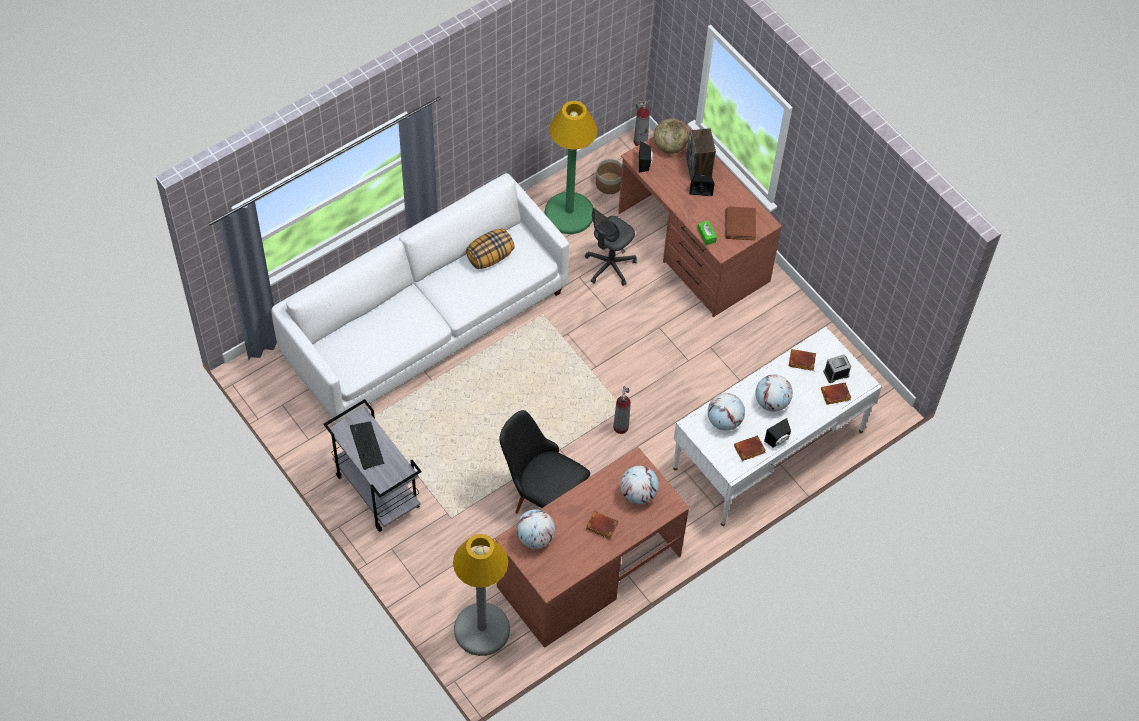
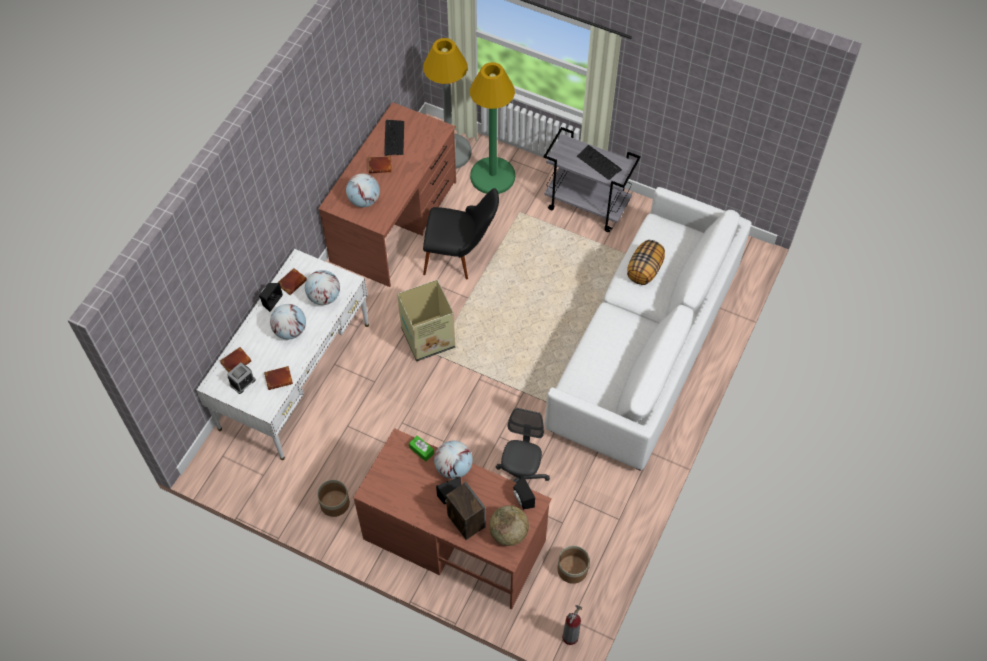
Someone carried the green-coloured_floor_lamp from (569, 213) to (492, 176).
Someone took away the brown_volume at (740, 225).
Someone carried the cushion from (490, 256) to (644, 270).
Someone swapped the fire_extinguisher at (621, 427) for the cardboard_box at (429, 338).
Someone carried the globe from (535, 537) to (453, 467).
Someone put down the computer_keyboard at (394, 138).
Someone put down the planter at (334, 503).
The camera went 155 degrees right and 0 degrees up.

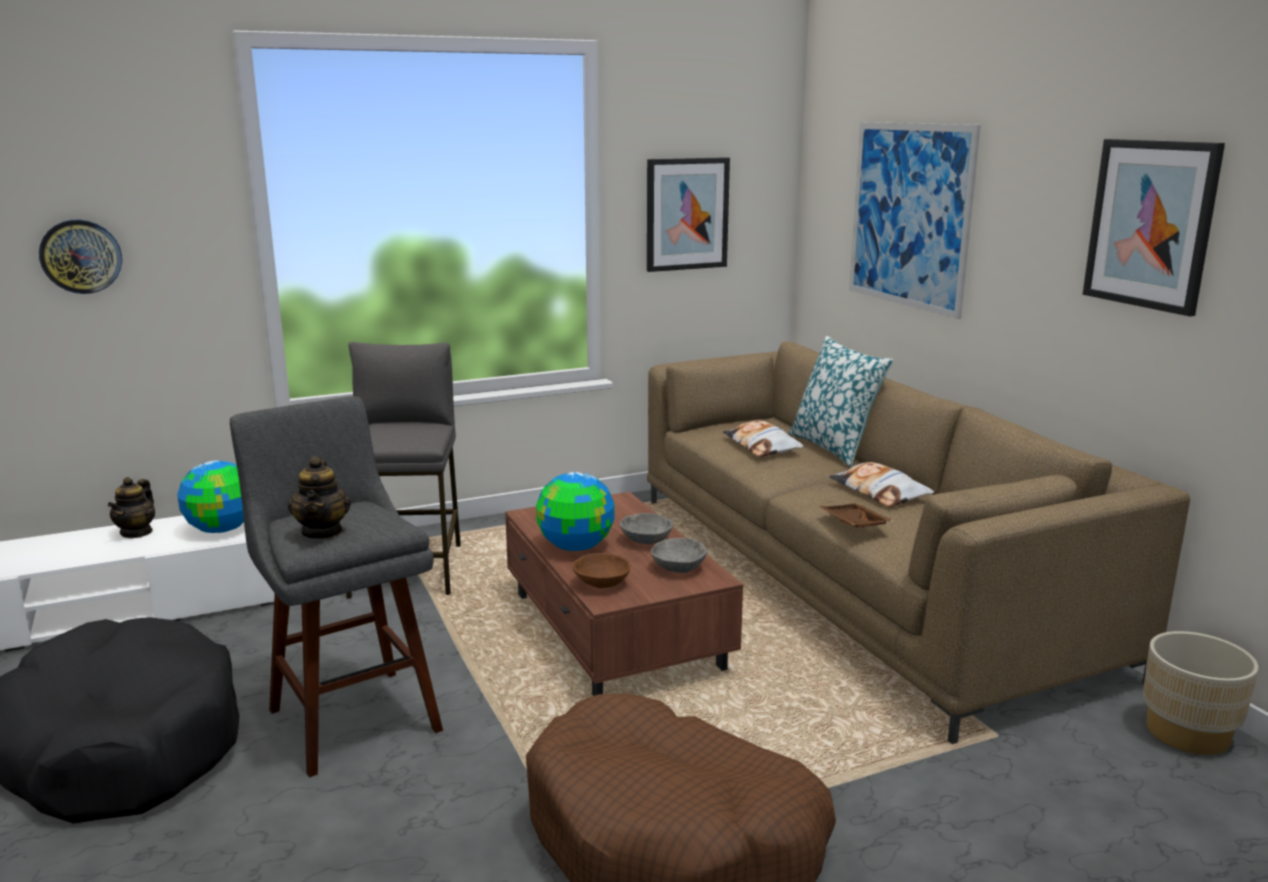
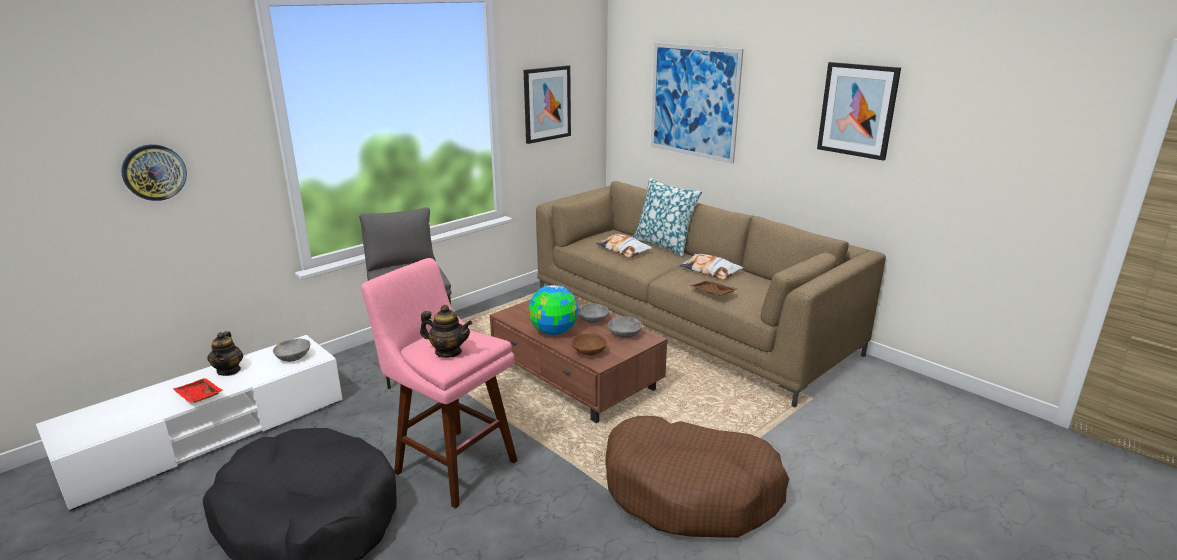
Someone repainted the greyish_stool_seat at (351, 715), which became the pinkish_stool_seat at (452, 464).
Someone rotated the teapot at (323, 532) by 45 degrees counterclockwise.
Someone swapped the globe at (222, 529) for the greyish_bowl at (294, 357).
Someone took away the beige-coloured_planter at (1188, 733).
Someone put down the reddish_tray at (198, 397).
The camera went 20 degrees left and 5 degrees up.

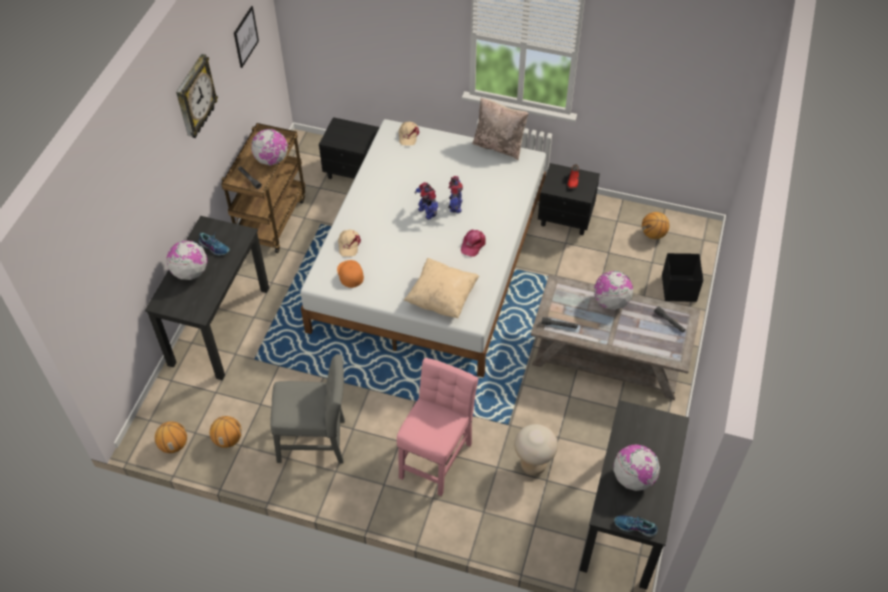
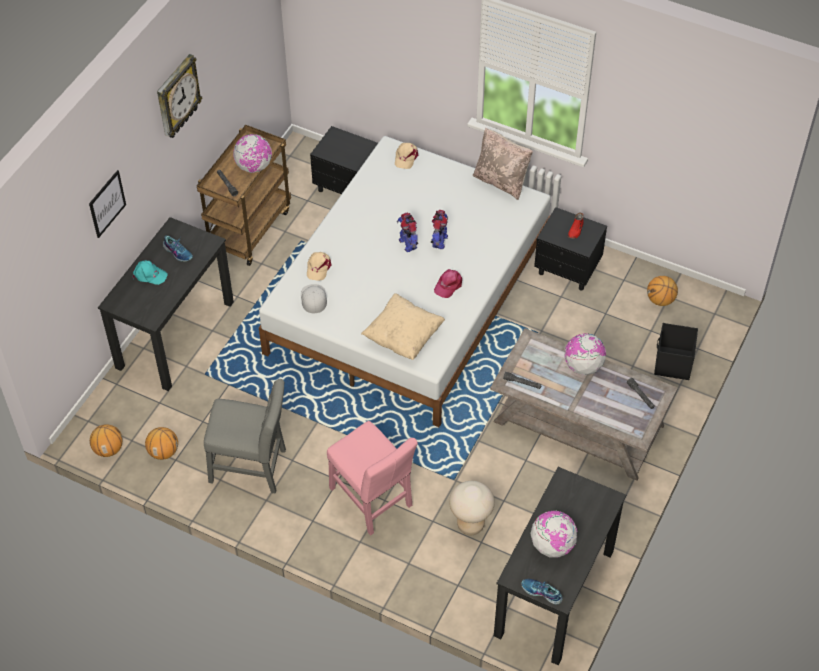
Someone carried the wall_art from (245, 37) to (107, 203).
Someone swapped the globe at (190, 272) for the blue-green_cap at (149, 275).
Someone repainted the orangey_cap at (350, 273), which became the white_cap at (313, 298).
Someone rotated the pinkish_plain_chair at (436, 456) by 105 degrees clockwise.
The camera went 10 degrees right and 0 degrees up.

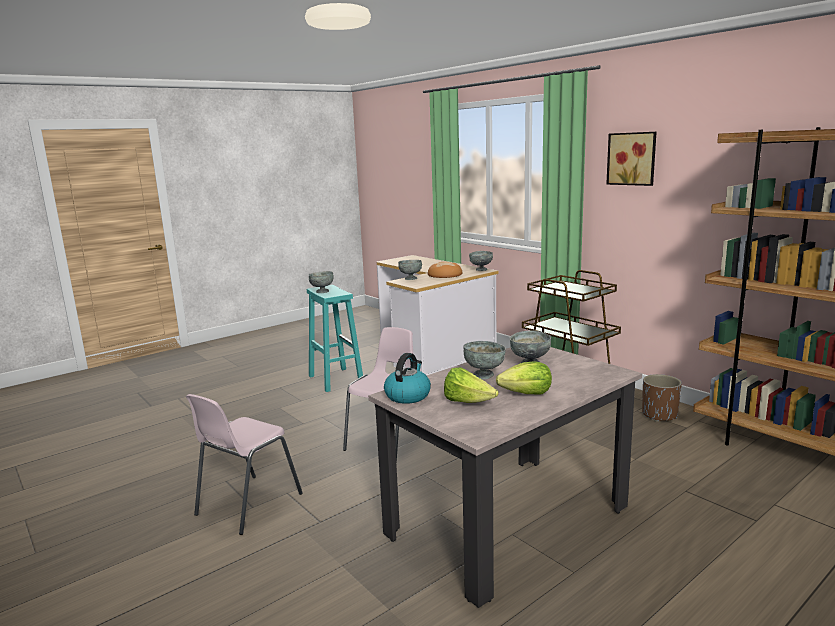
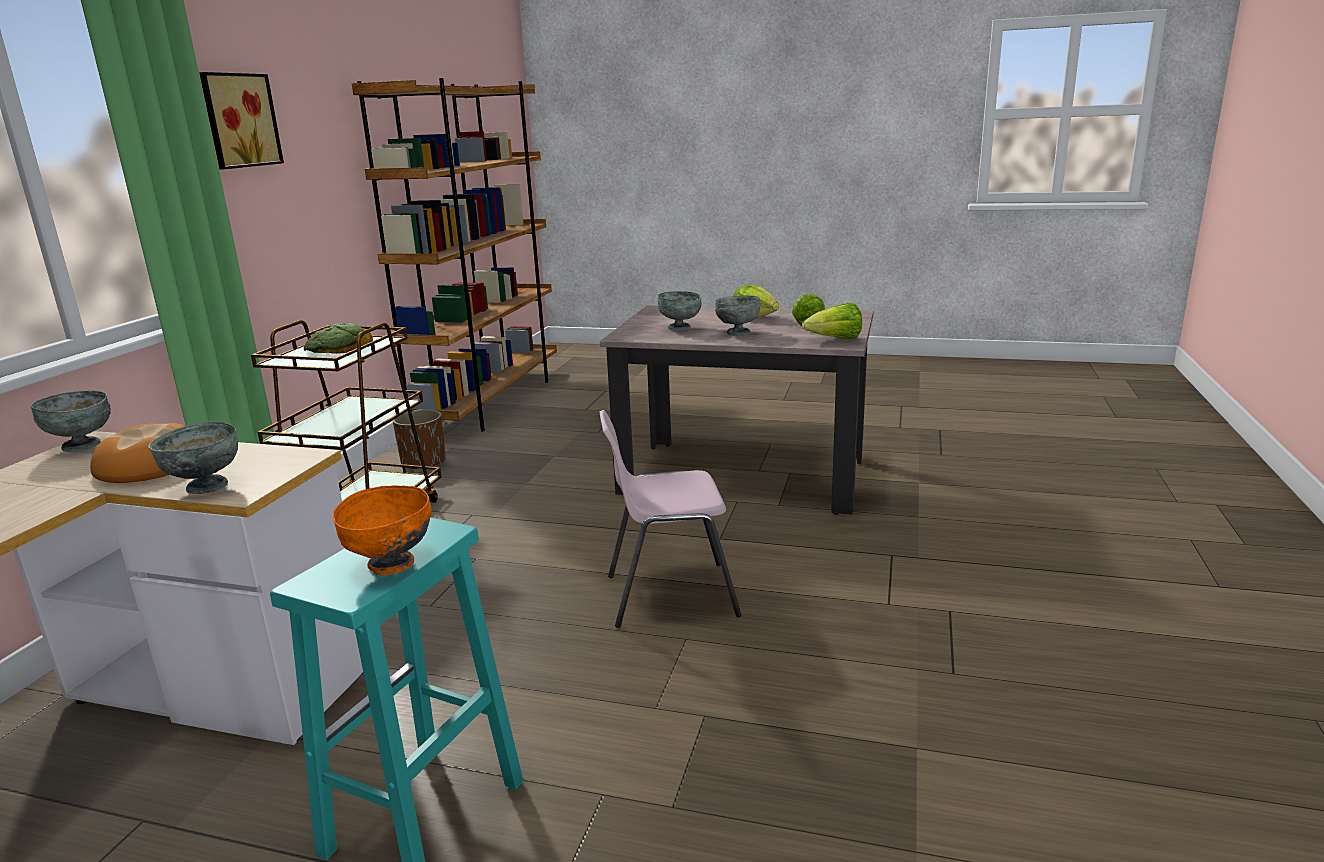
Someone repainted the greyish_bowl at (322, 291), which became the orangey_bowl at (391, 565).
Someone swapped the tea_kettle at (408, 395) for the lettuce_head at (835, 340).
Someone took away the pinkish_plain_chair at (247, 504).
Someone put down the bread at (338, 348).
The camera went 125 degrees left and 5 degrees up.

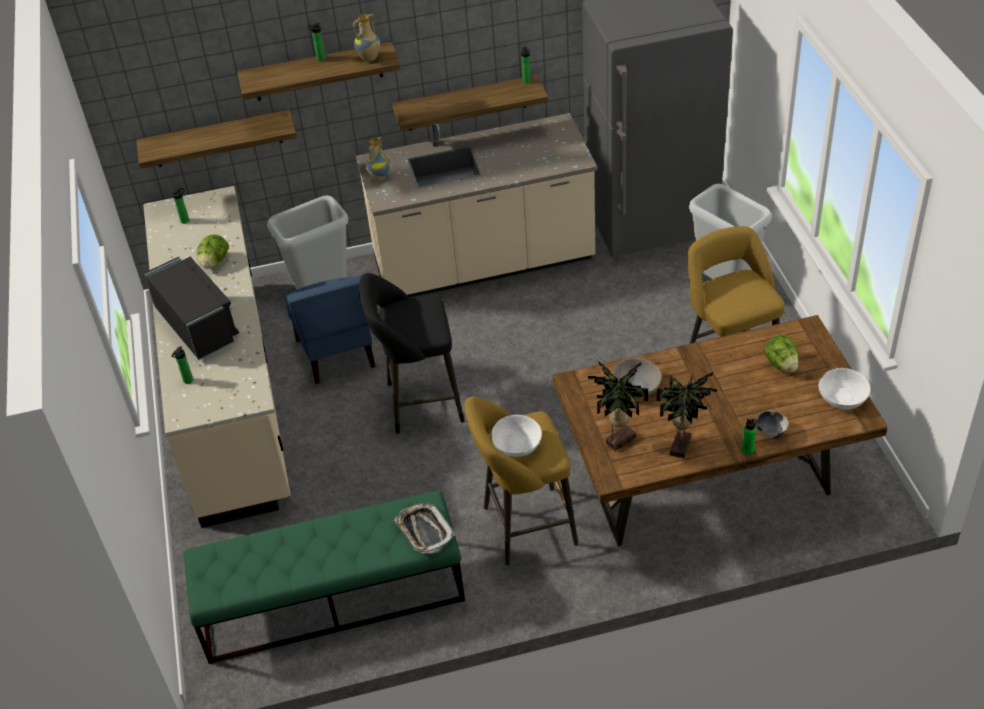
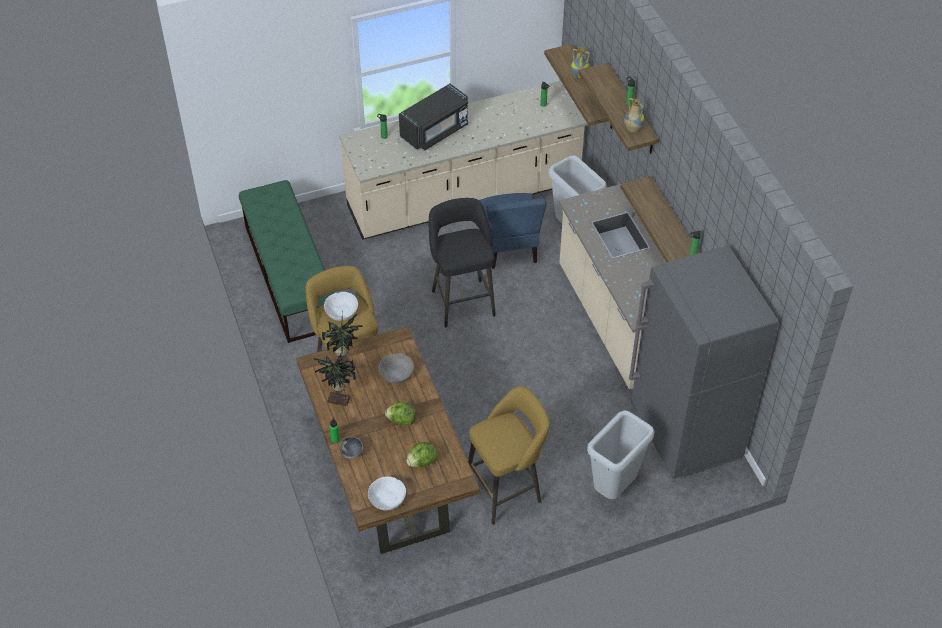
Someone carried the vase from (379, 177) to (579, 76).
Someone carried the lettuce_head from (214, 262) to (401, 420).
Someone rotated the blue-coloured_plain_chair at (337, 353) by 75 degrees counterclockwise.
Someone took away the tray at (424, 531).
The camera went 80 degrees right and 5 degrees up.

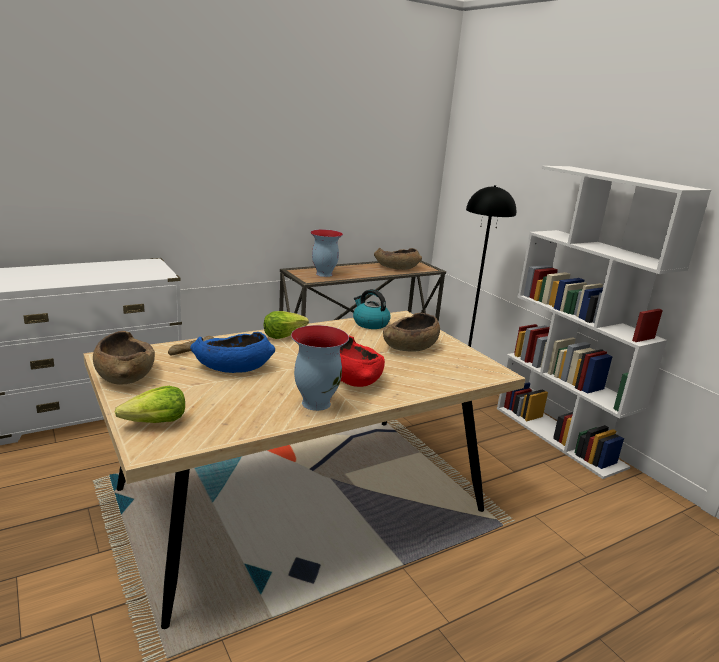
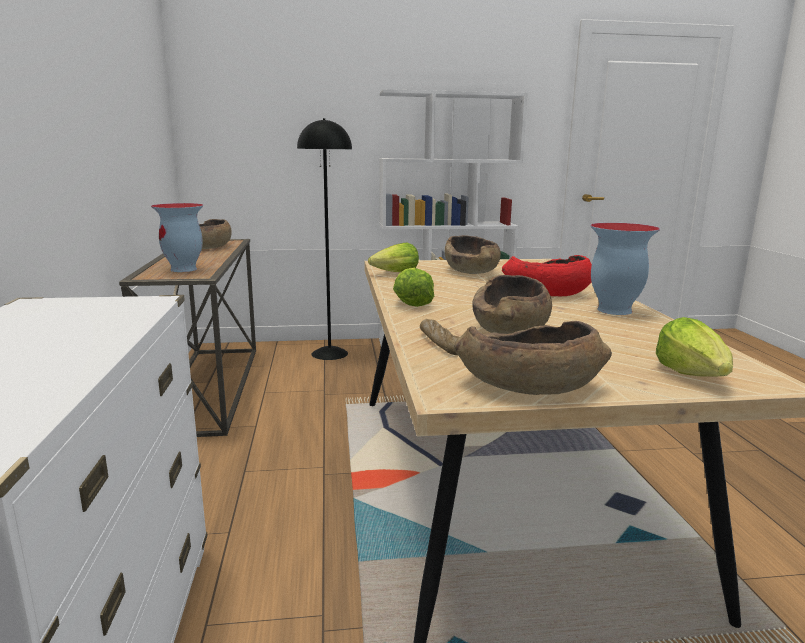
Someone swapped the tea_kettle at (370, 323) for the lettuce_head at (396, 273).
Someone repainted the blue-coloured_bowl at (232, 367), which became the brown_bowl at (511, 330).
The camera went 65 degrees left and 5 degrees down.

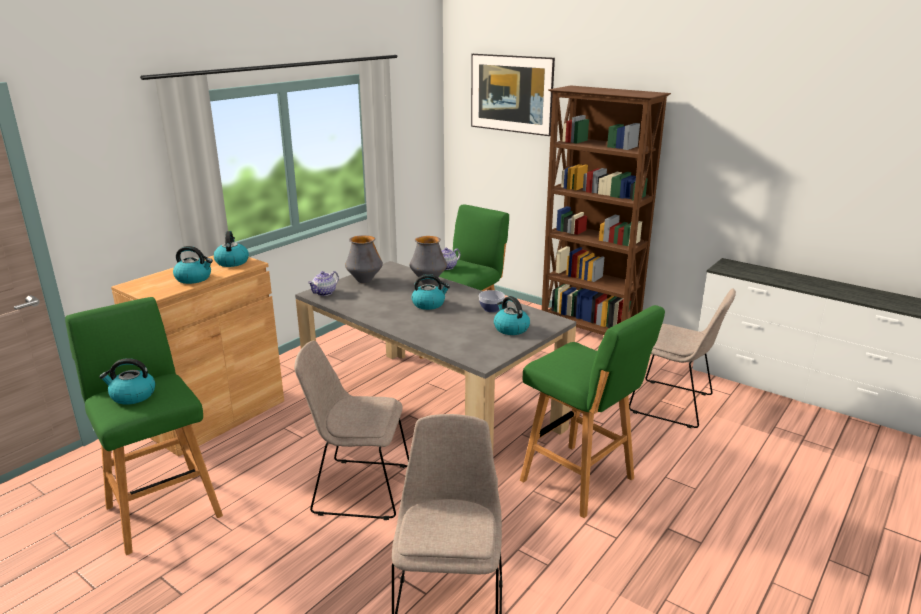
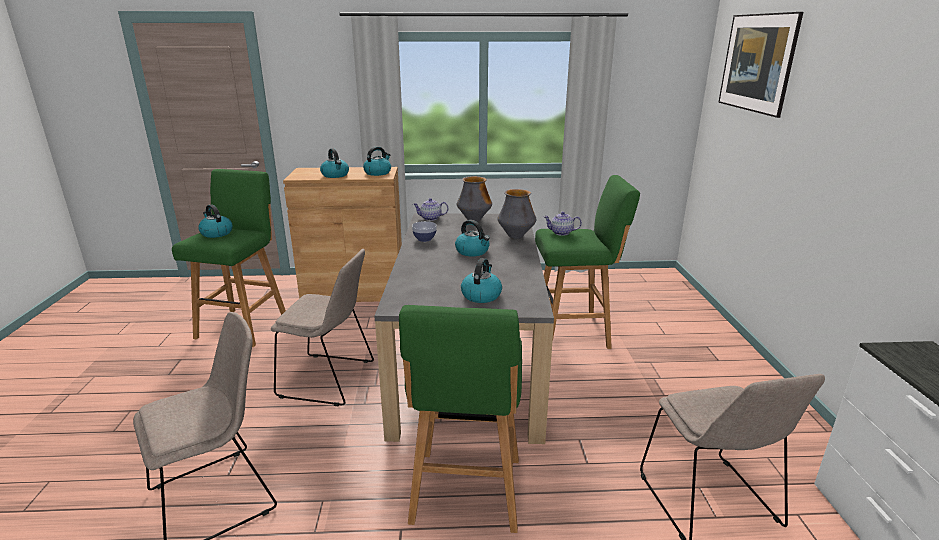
Someone took away the brown_shelving_unit at (589, 330).
Someone carried the bowl from (491, 309) to (424, 239).
Someone rotated the beige-coloured_plain_chair at (358, 488) by 135 degrees clockwise.
The camera went 50 degrees right and 0 degrees up.

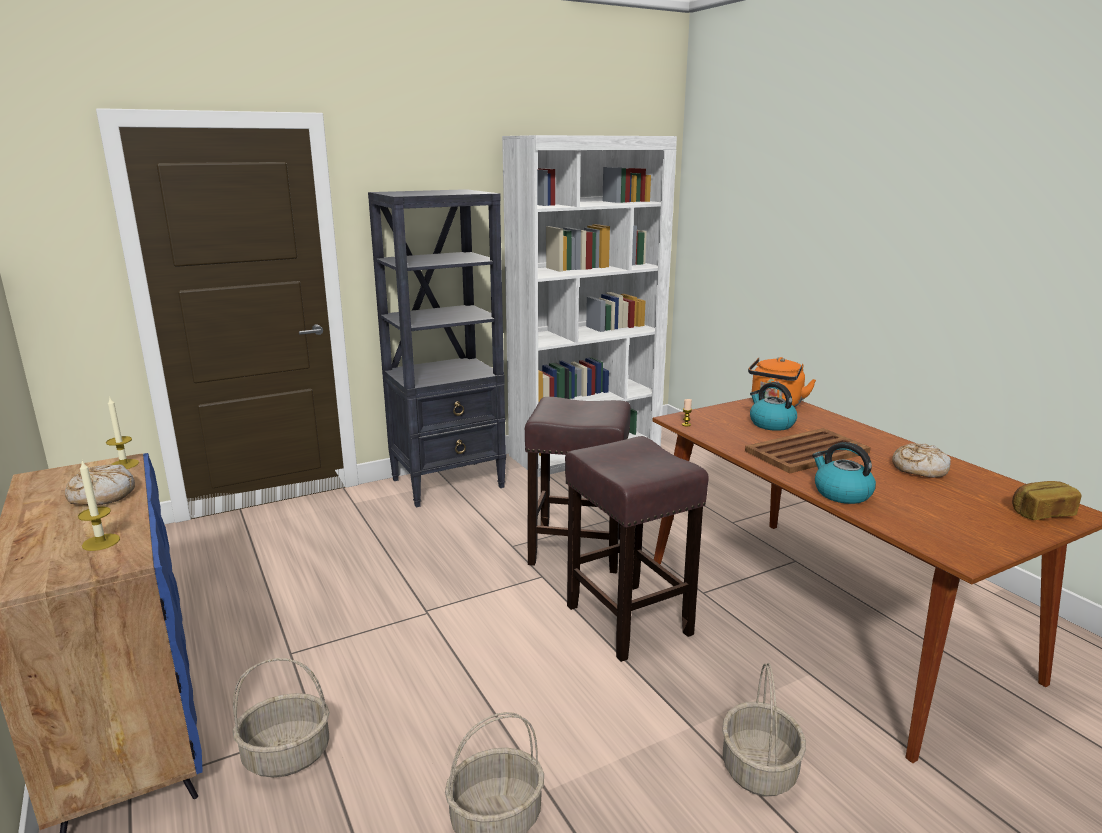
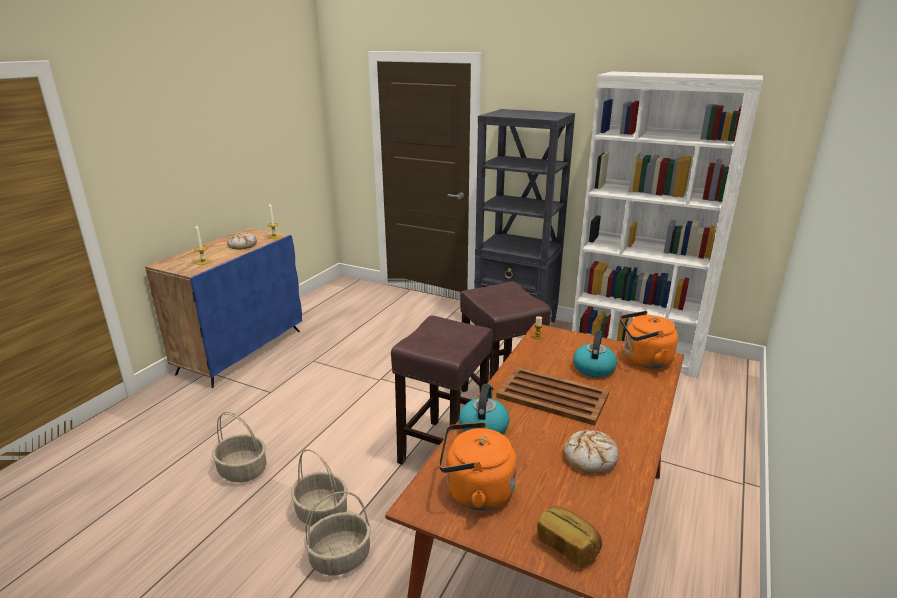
Someone carried the household_basket from (286, 756) to (321, 512).
Someone put down the orangey_tea_kettle at (475, 492).
The camera went 55 degrees right and 5 degrees up.

